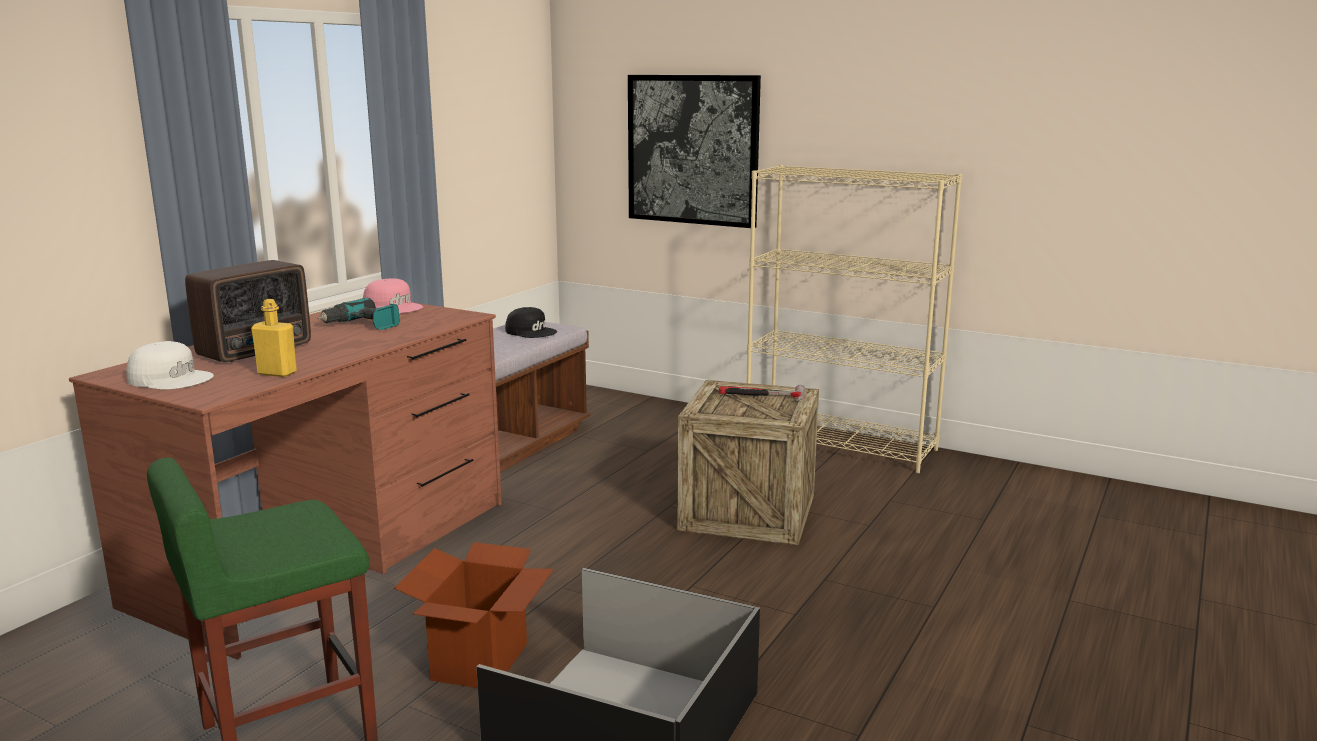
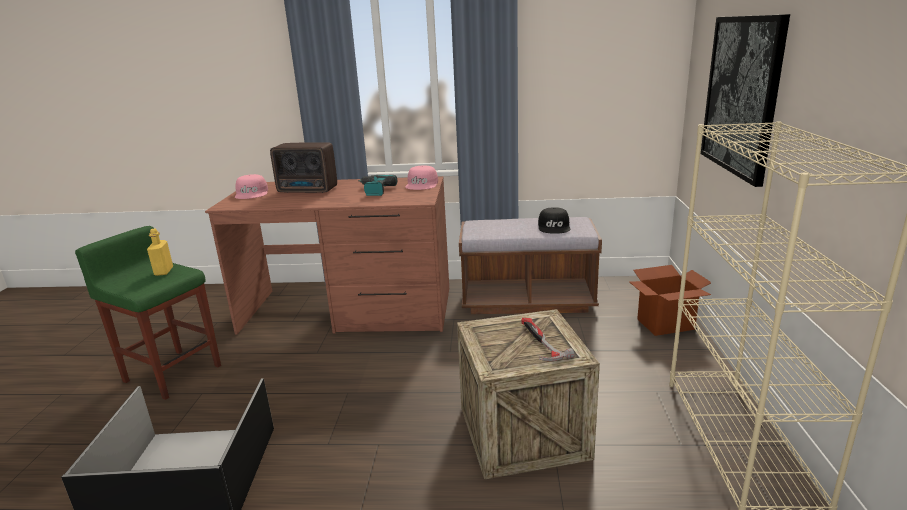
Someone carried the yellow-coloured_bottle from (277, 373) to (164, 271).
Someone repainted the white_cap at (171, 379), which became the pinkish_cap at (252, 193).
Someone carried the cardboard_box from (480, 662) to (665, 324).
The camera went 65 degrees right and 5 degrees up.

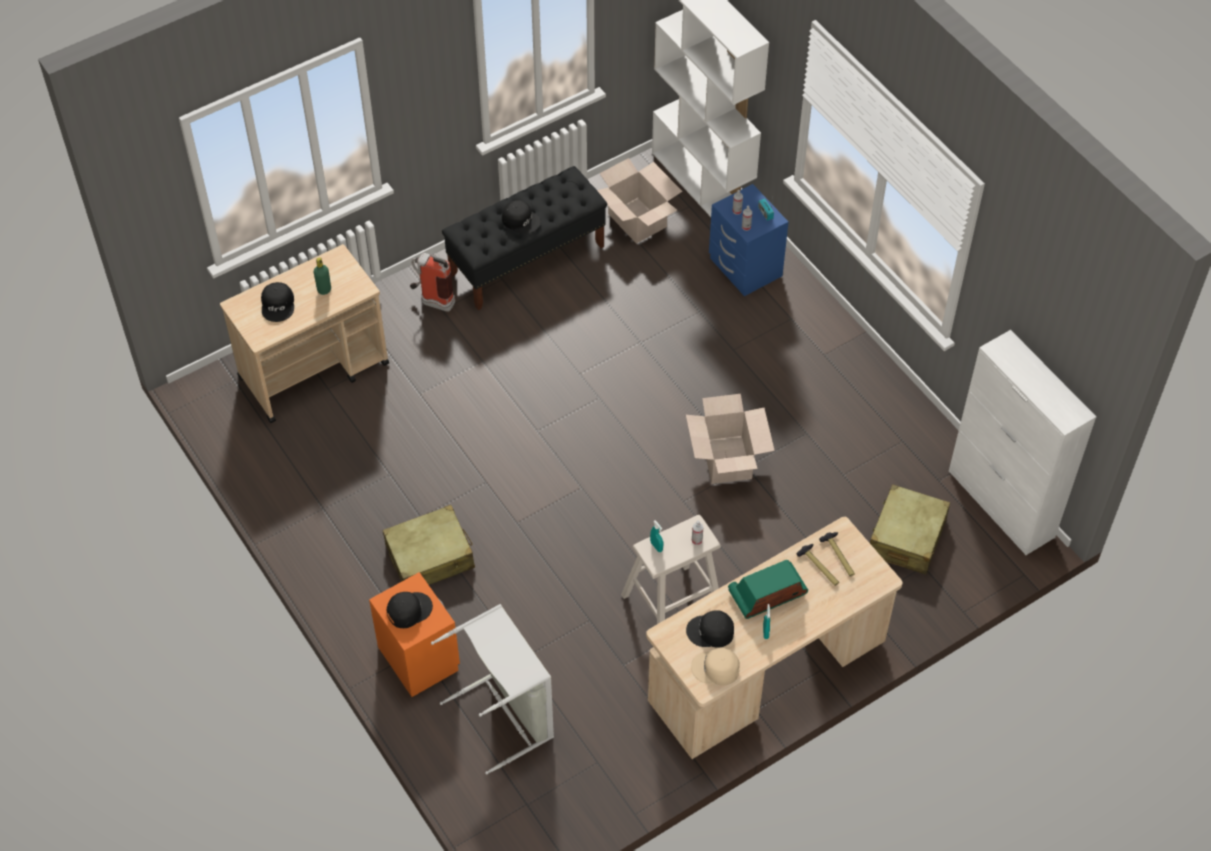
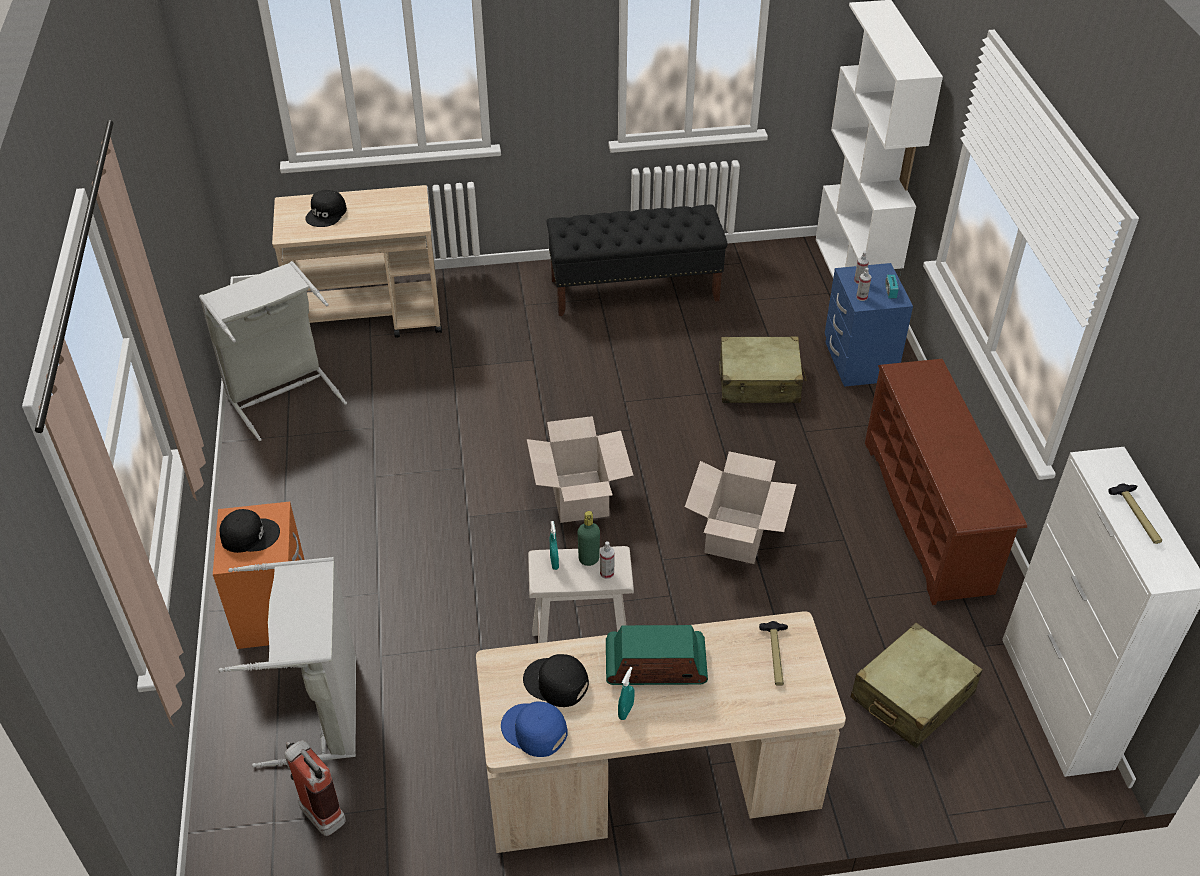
Someone carried the cardboard_box from (636, 220) to (578, 496).
Someone took away the black_cap at (521, 220).
Someone carried the fire_extinguisher from (432, 301) to (317, 808).
Someone carried the green-coloured_bottle from (324, 290) to (589, 559).
Someone carried the beige-coloured_piece_of_luggage from (430, 557) to (759, 382).
Someone carried the hammer from (819, 567) to (1137, 517).
Someone repainted the beige-coloured_cap at (716, 669), which became the blue-coloured_cap at (534, 731).
Someone put down the greyish_hamper at (282, 394).
Someone put down the brown_shoe_rack at (929, 516).
The camera went 25 degrees right and 10 degrees down.

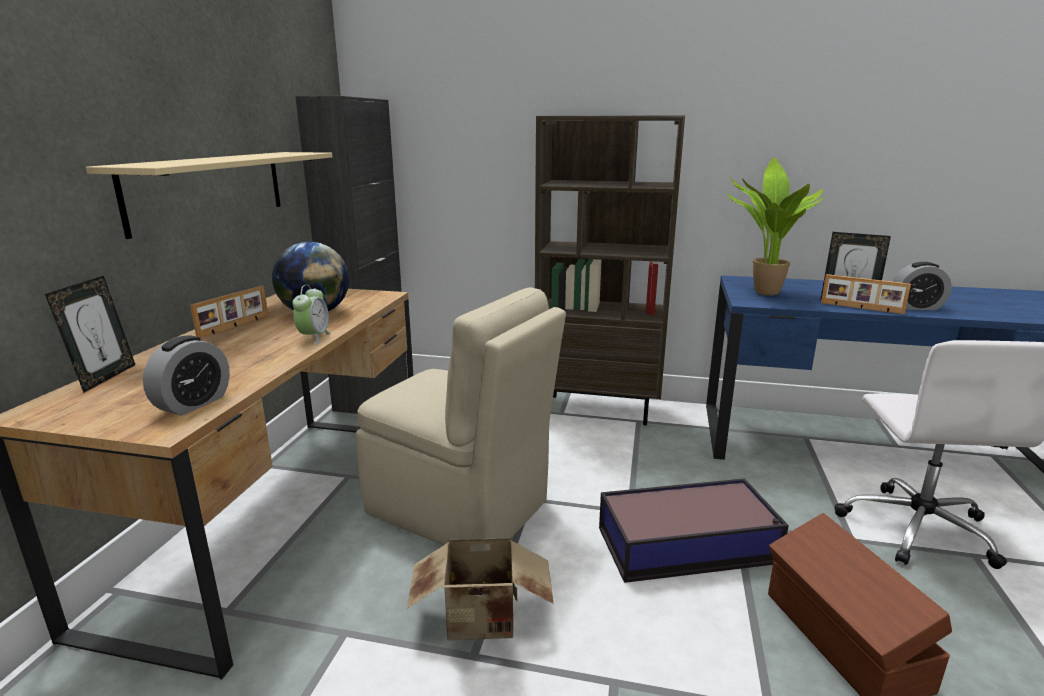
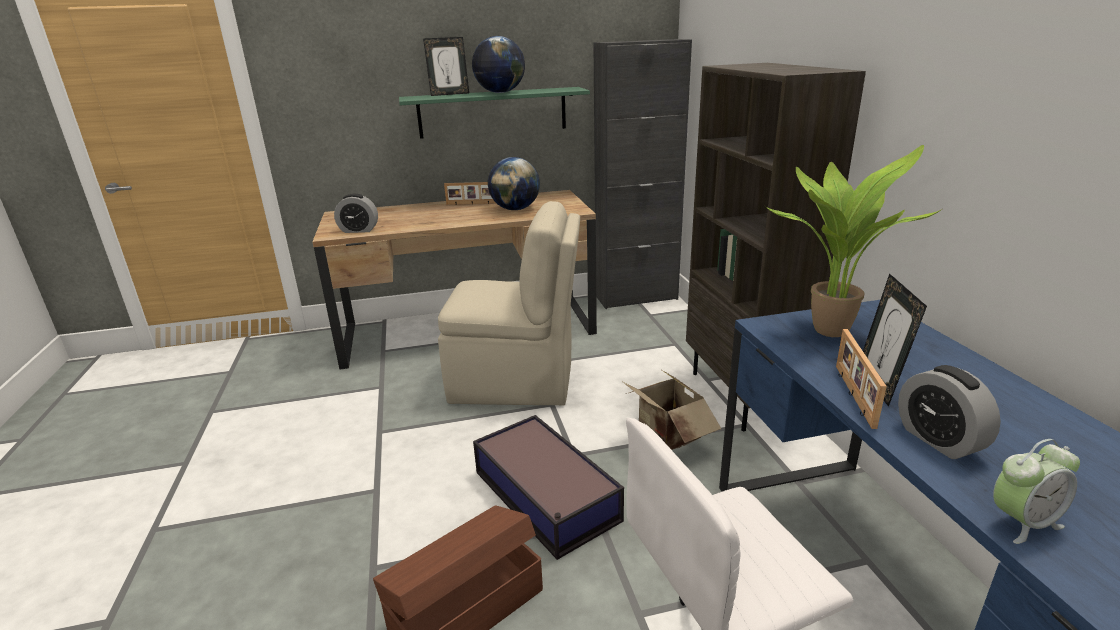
Someone repainted the beige-coloured_bracket_shelf at (209, 189), which became the green-coloured_bracket_shelf at (492, 112).
Someone carried the picture_frame from (105, 377) to (449, 94).
Someone carried the table_clock from (314, 337) to (1022, 522).
Someone rotated the beige-coloured_plain_chair at (461, 509) by 90 degrees counterclockwise.
Someone carried the cardboard_box from (483, 622) to (666, 437).
Someone put down the globe at (500, 92).
The camera went 65 degrees right and 5 degrees up.

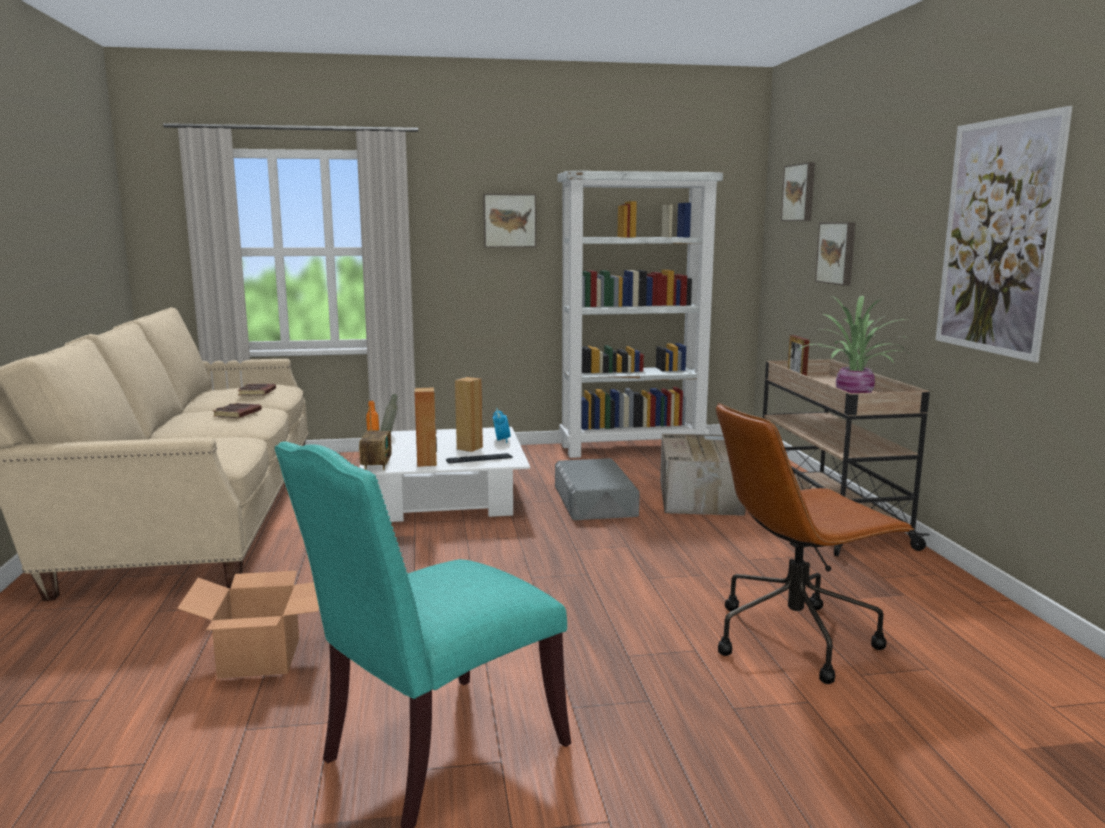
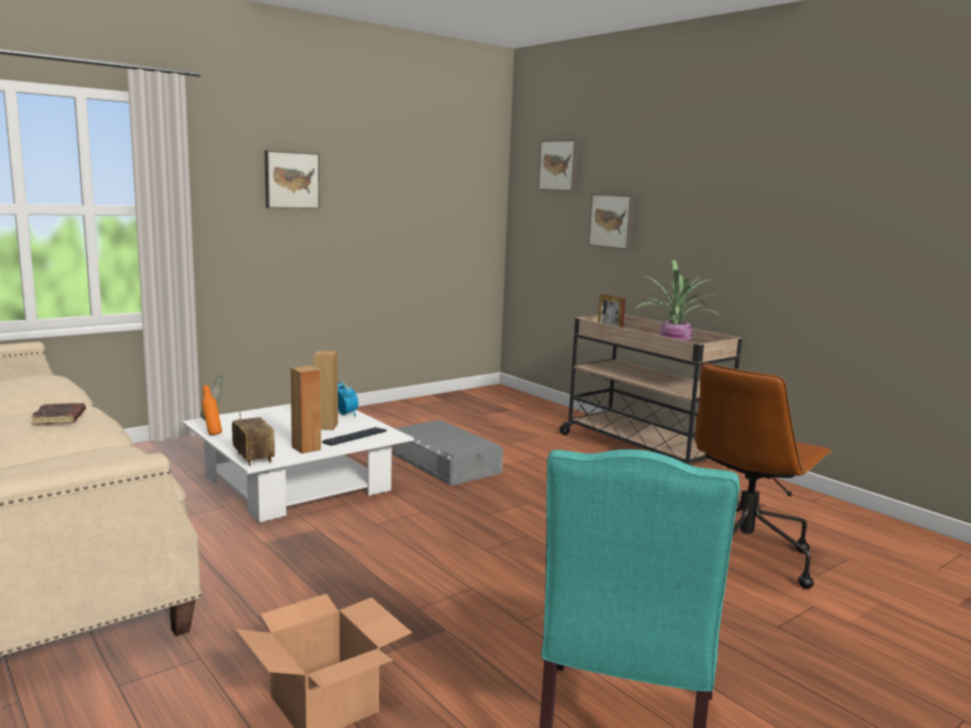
Someone took away the wall_art at (997, 237).
Someone took away the white_shelving_unit at (633, 448).
Someone took away the brown_volume at (257, 393).
Someone took away the cardboard_box at (699, 496).
The camera went 30 degrees left and 0 degrees up.

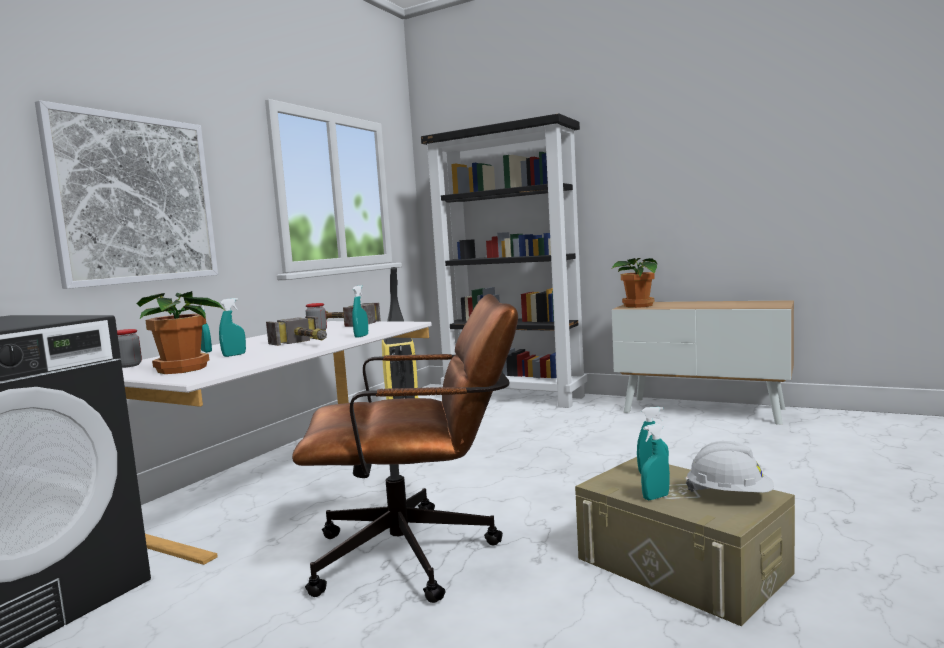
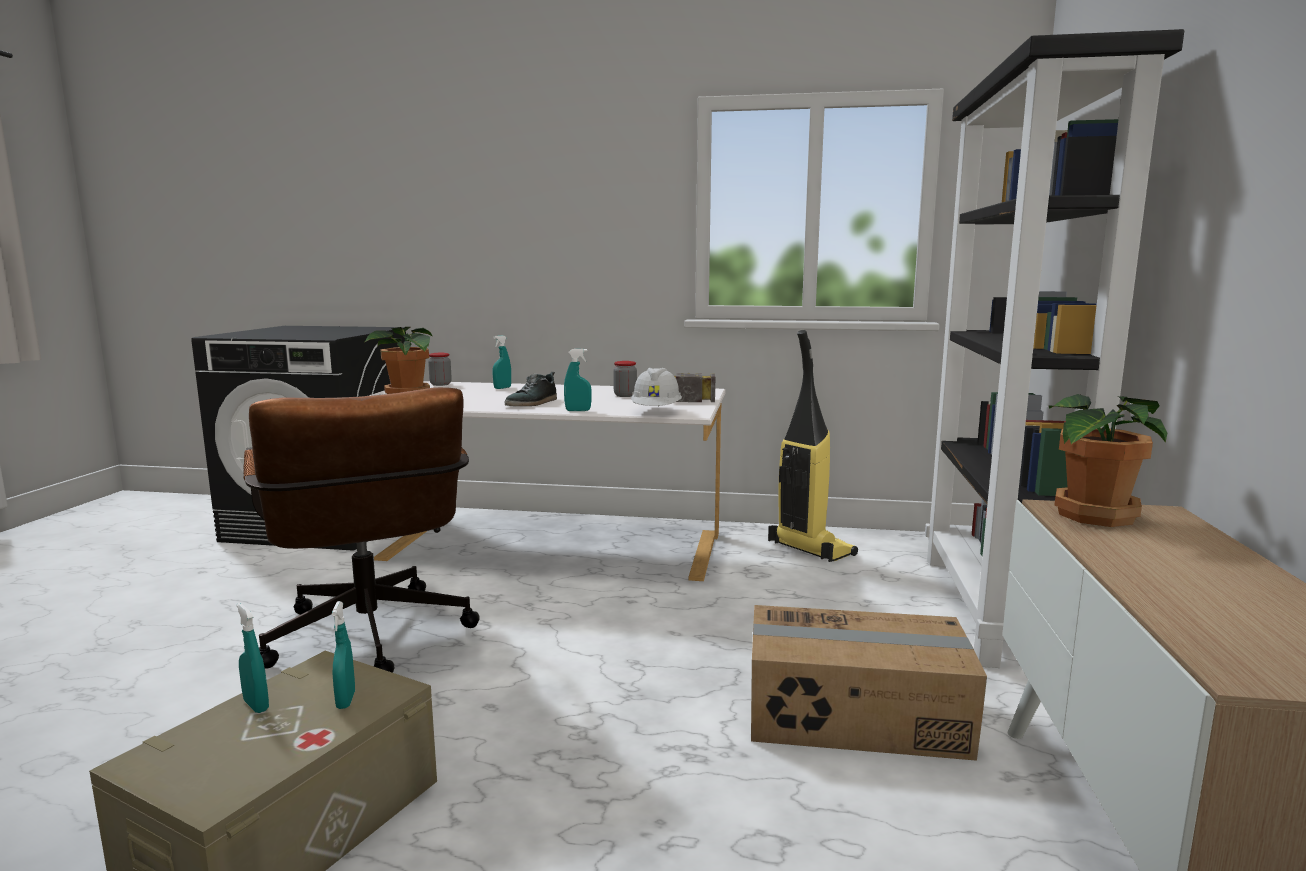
Someone took away the wall_art at (135, 199).
Someone took away the blue-green_spray_bottle at (234, 355).
Someone swapped the hammer at (307, 343) for the shoe at (532, 403).
Someone carried the white_work_helmet from (729, 495) to (656, 412).
Someone put down the cardboard_box at (855, 716).
The camera went 70 degrees right and 5 degrees up.

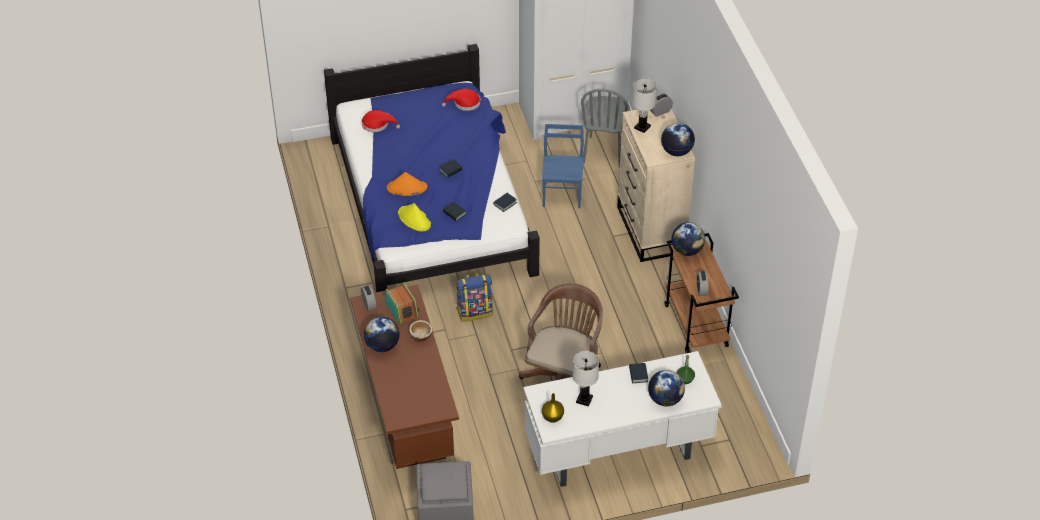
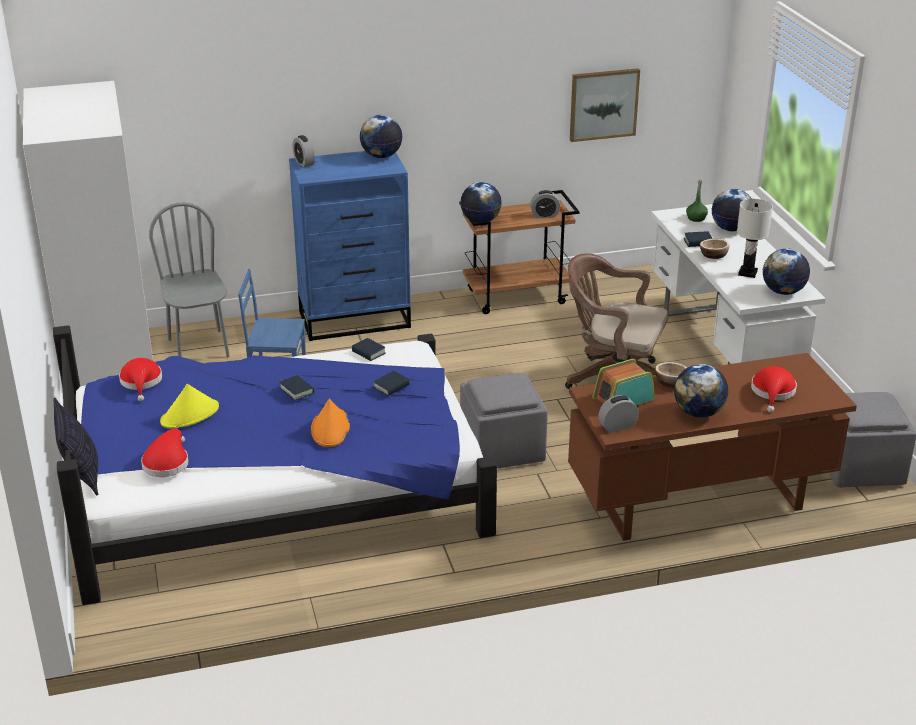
Someone took away the white_tabletop_lamp at (642, 127).
Someone rotated the greyish_plain_chair at (604, 152) by 120 degrees counterclockwise.
Someone repainted the beige-coloured_dresser at (651, 230), which became the blue-coloured_dresser at (355, 319).
Someone carried the yellow-coloured_wearable_hat from (414, 219) to (190, 414).
Someone swapped the rucksack at (475, 311) for the greyish_pouffe at (501, 449).
Someone swapped the yellow-coloured_vase at (552, 417) for the globe at (783, 291).
Someone put up the wall_art at (603, 104).
Someone put down the bowl at (713, 255).
Someone put down the reddish_wearable_hat at (773, 392).
Someone put down the cushion at (82, 475).
The camera went 90 degrees left and 15 degrees down.

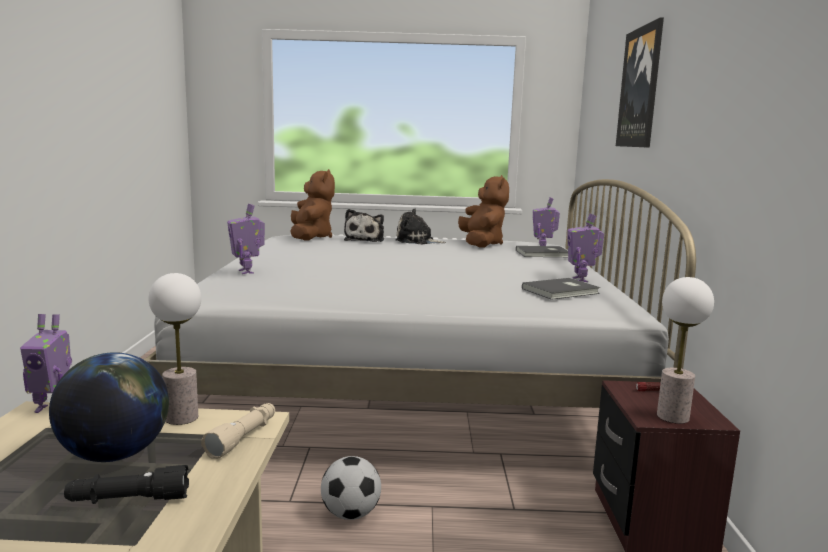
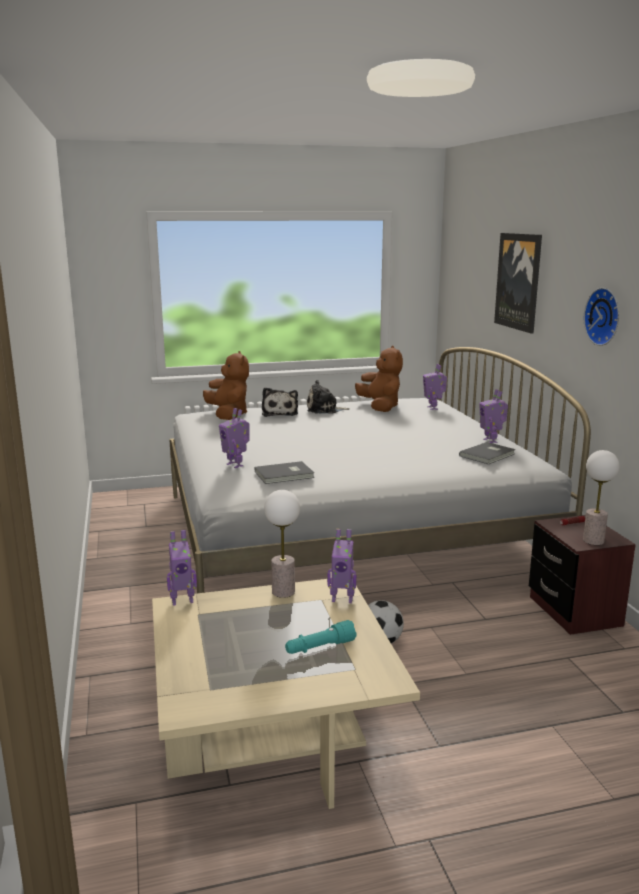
Someone carried the greyish_volume from (543, 254) to (285, 475).
Someone took away the globe at (115, 454).
Someone swapped the beige-coloured_flashlight at (243, 438) for the model_robot at (342, 598).
Someone repainted the black_flashlight at (128, 500), which became the blue-green_flashlight at (319, 648).
Someone put up the clock_on_the_wall at (605, 316).
The camera went 15 degrees left and 5 degrees up.

